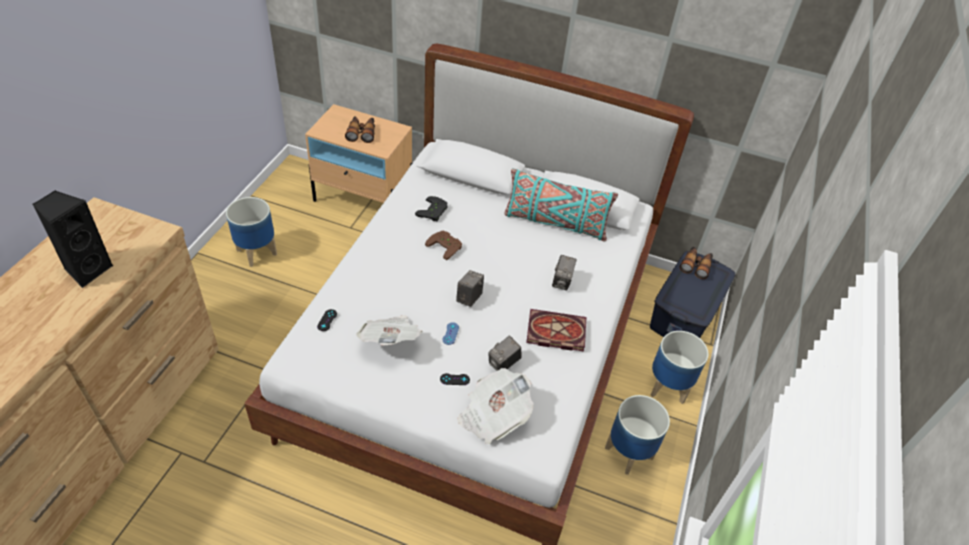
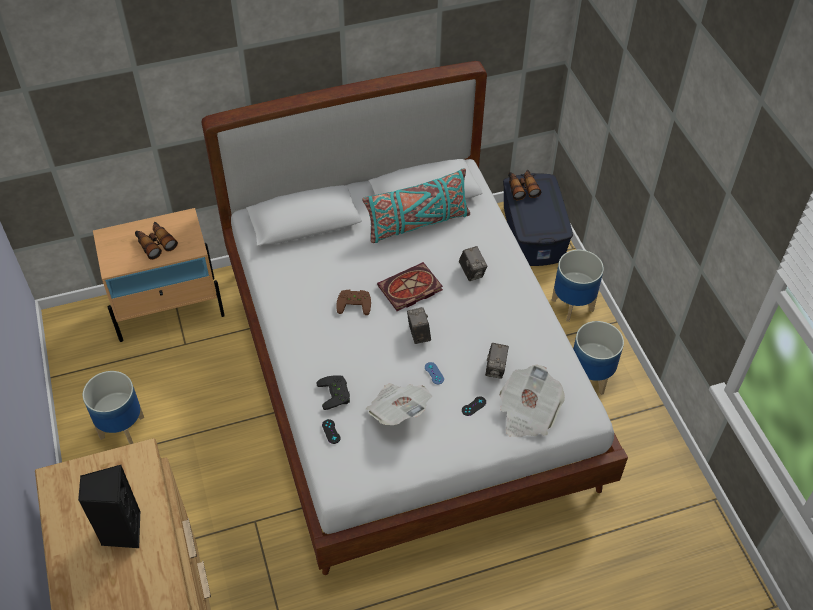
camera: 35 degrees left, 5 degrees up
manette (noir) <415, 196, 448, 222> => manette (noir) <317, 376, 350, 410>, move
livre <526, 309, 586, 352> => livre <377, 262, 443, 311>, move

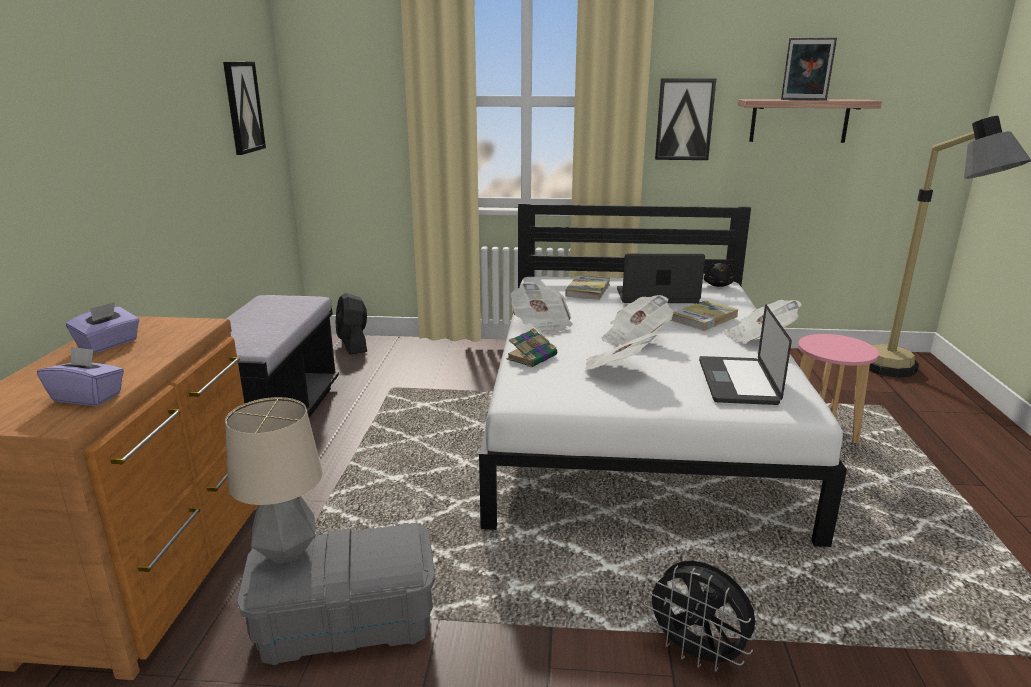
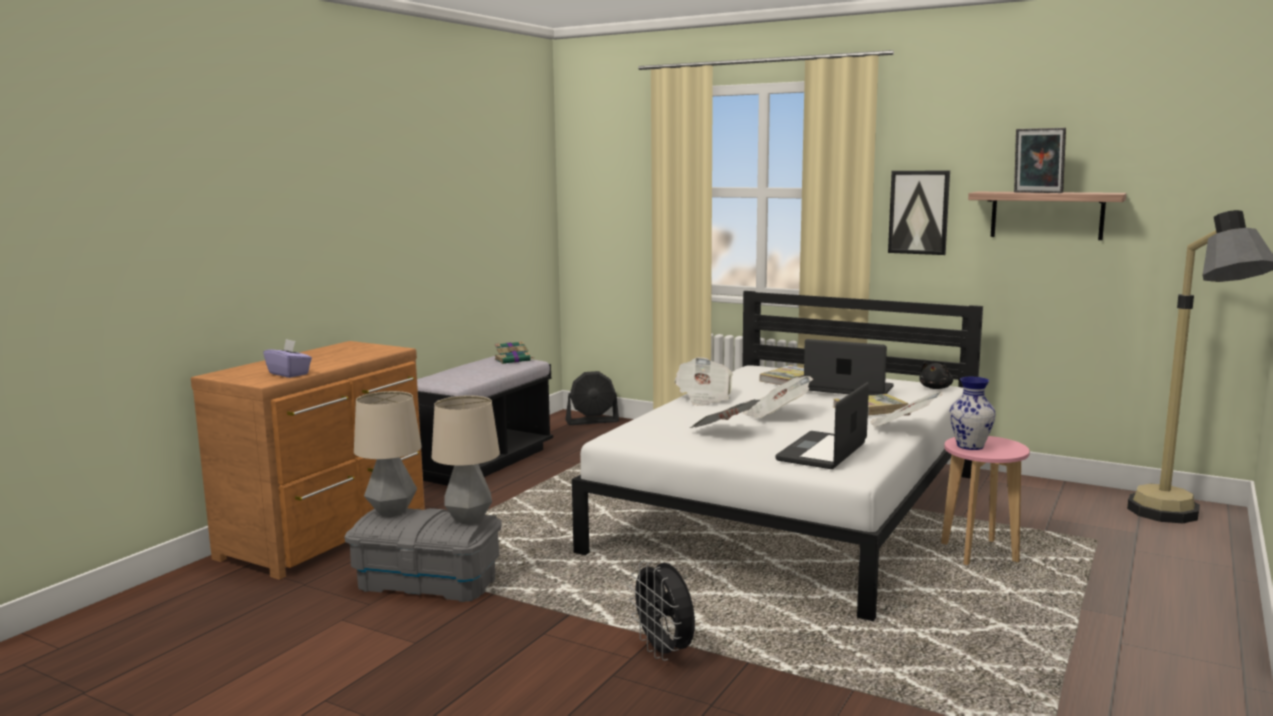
camera: 25 degrees right, 10 degrees down
boîte à mouchoirs (violet) <66, 302, 140, 353> => nothing
tableau <223, 62, 266, 155> => nothing
ventilateur (noir) <335, 293, 367, 355> => ventilateur (noir) <565, 371, 619, 425>, 105 degrees counterclockwise
livre <507, 328, 557, 368> => livre <495, 341, 533, 364>, move
nothing => lampe de table <431, 395, 500, 524>
nothing => vase <950, 377, 996, 450>

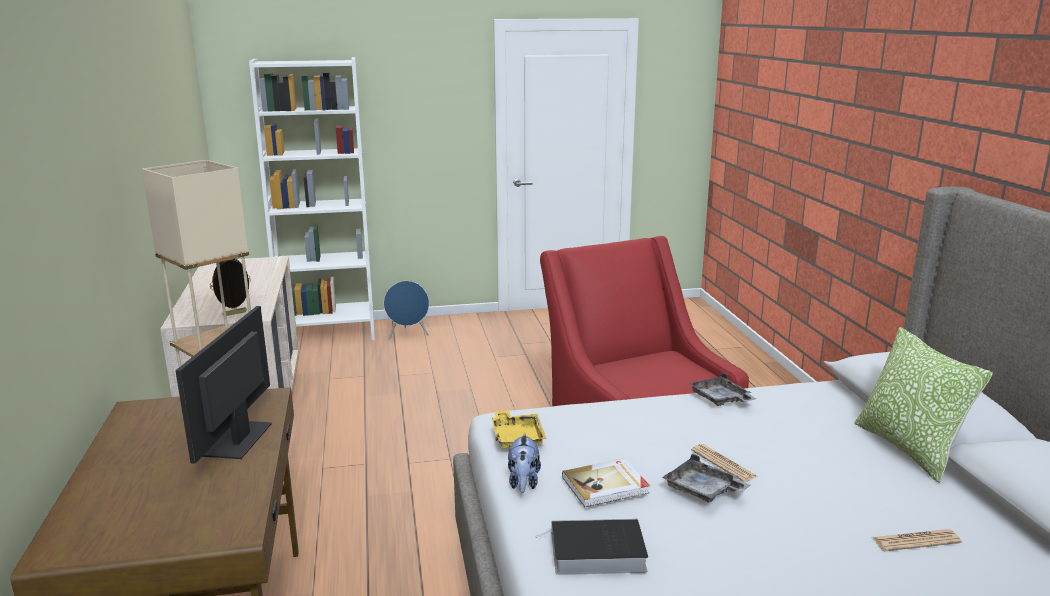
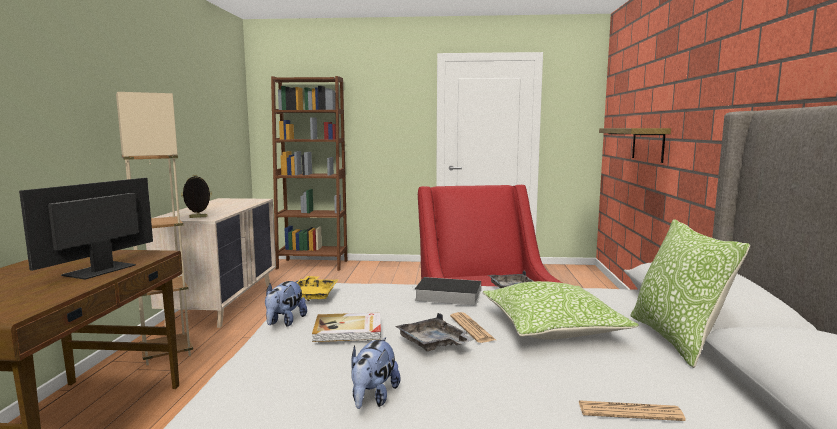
camera: 15 degrees right, 10 degrees down
bibliothèque (blanc) <249, 57, 375, 340> => bibliothèque (marron) <271, 76, 347, 271>
enceinte (bleu) <384, 281, 429, 340> => nothing
livre <535, 519, 648, 575> => livre <415, 277, 481, 305>, move
nothing => peluche <351, 337, 400, 409>
nothing => coussin <482, 281, 639, 339>
nothing => étagère <599, 128, 671, 163>

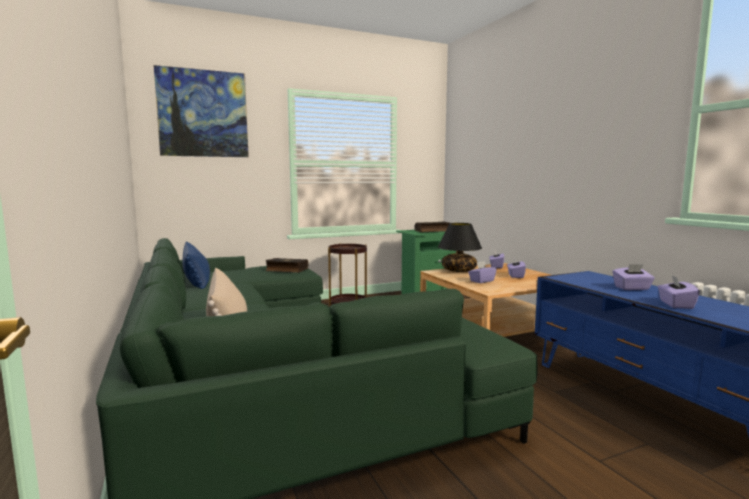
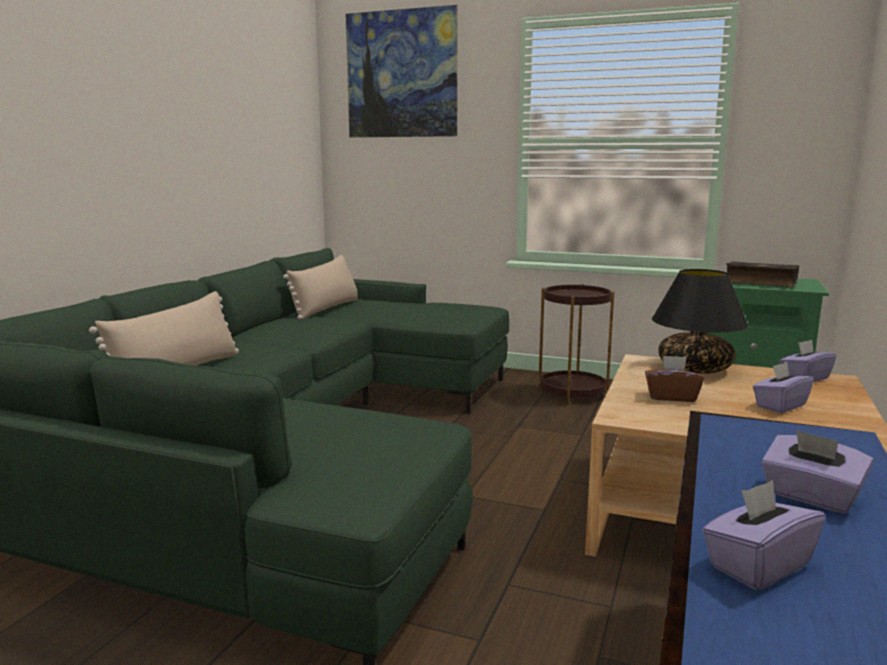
camera: 45 degrees right, 5 degrees up
coussin (bleu) <182, 241, 210, 289> => coussin (beige) <283, 255, 358, 319>
livre <266, 258, 308, 273> => nothing
boîte à mouchoirs (violet) <468, 261, 497, 283> => boîte à mouchoirs (marron) <645, 355, 704, 402>

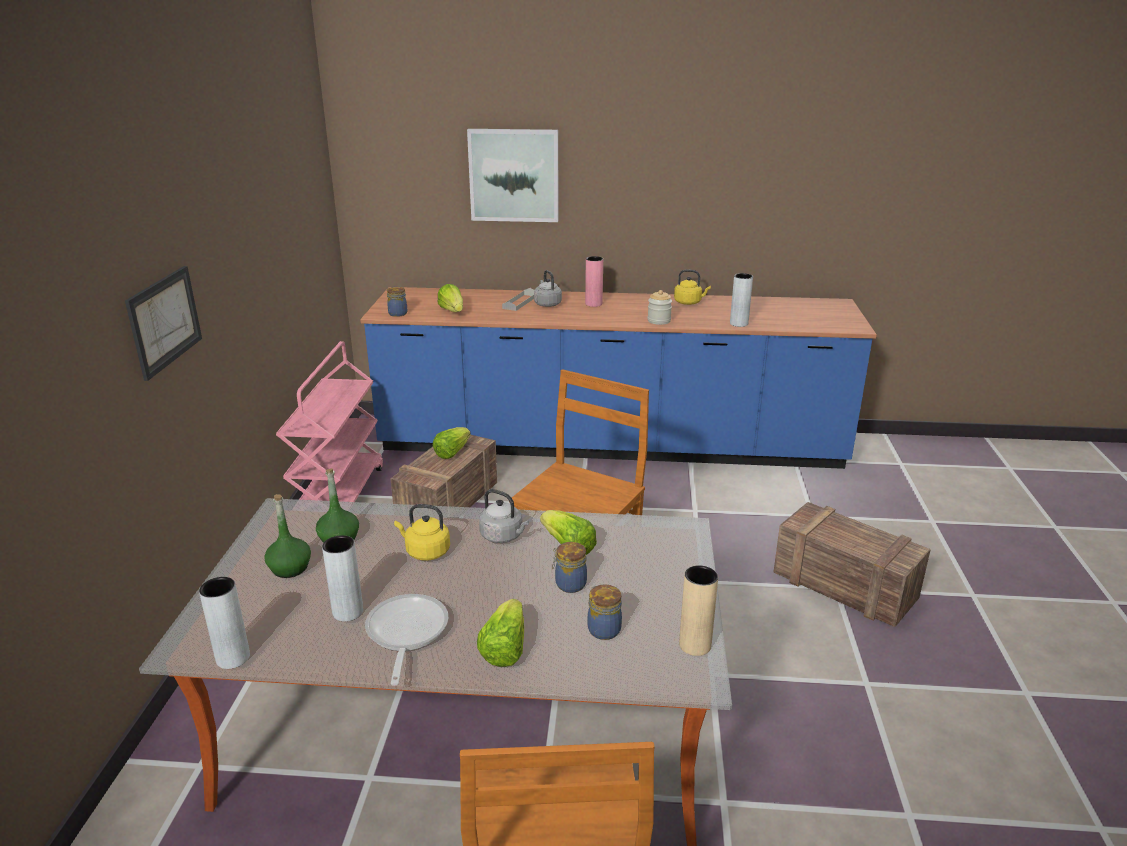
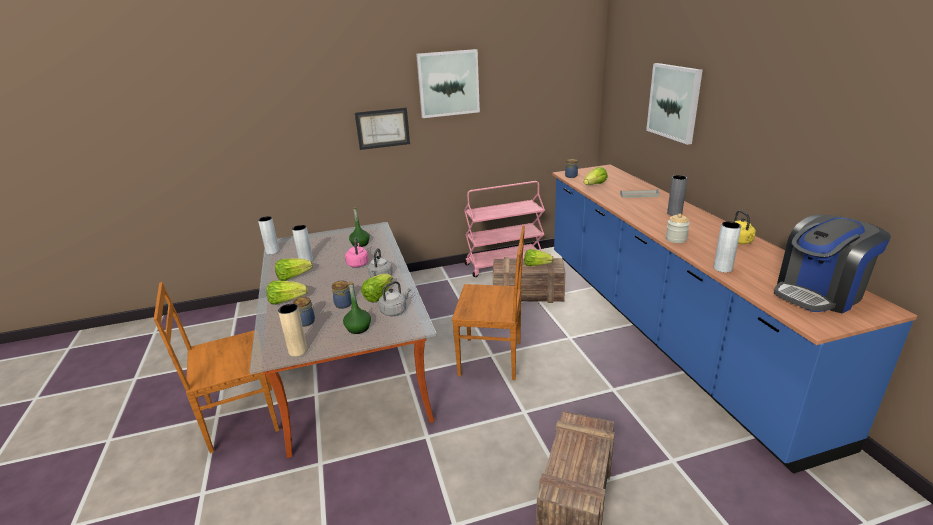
camera: 70 degrees right, 0 degrees up
bouteille (vert) <264, 494, 311, 578> => bouteille (vert) <343, 281, 371, 334>, move
poêle <365, 594, 449, 685> => laitue <275, 258, 312, 281>
bouilloire (jaune) <394, 504, 450, 561> => bouilloire (rose) <345, 237, 369, 267>
bouilloire (gris) <534, 270, 562, 307> => bouilloire (gris) <379, 281, 411, 316>, move
vase (rose) <585, 256, 603, 307> => vase (gris) <667, 175, 687, 216>
nothing => tableau <416, 49, 480, 118>
nothing => machine à café <774, 215, 891, 313>

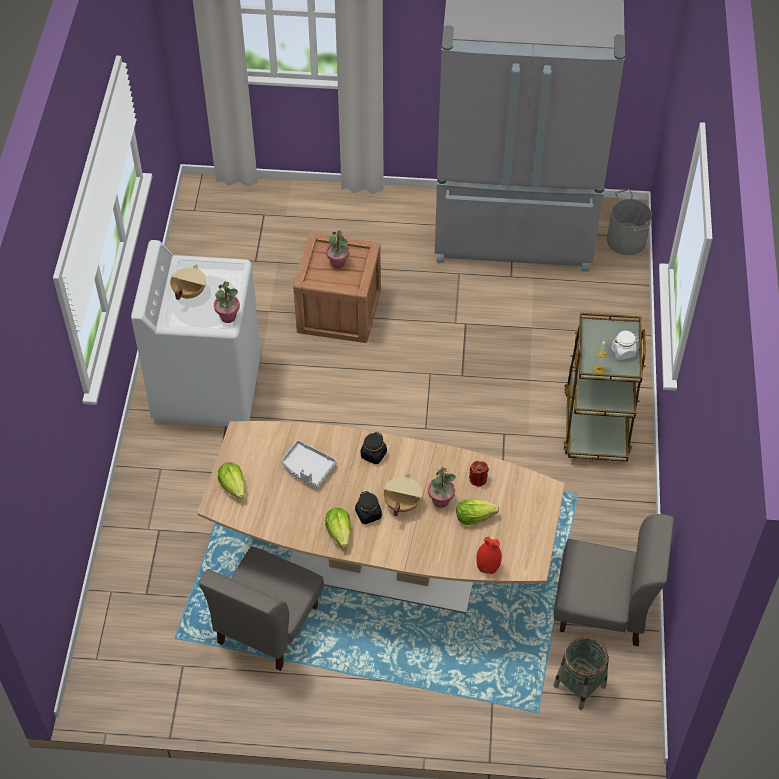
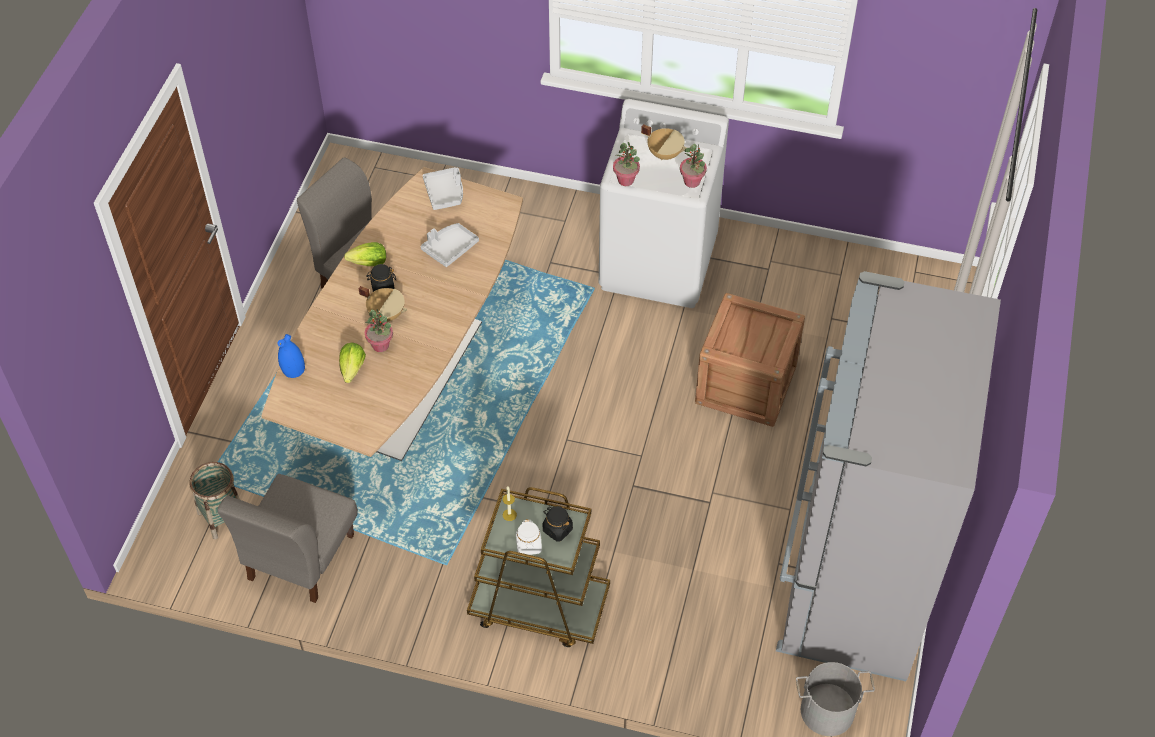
camera: 100 degrees right, 0 degrees up
laitue <218, 462, 245, 499> => plateau (gris) <423, 167, 463, 210>
plante en pot <326, 230, 350, 268> => plante en pot <680, 144, 707, 188>, move
bocal (noir) <361, 432, 387, 464> => bocal (noir) <543, 506, 573, 542>, move
bougie (rouge) <469, 461, 489, 487> => nothing
vase (rouge) <476, 537, 502, 574> => vase (bleu) <278, 334, 305, 378>

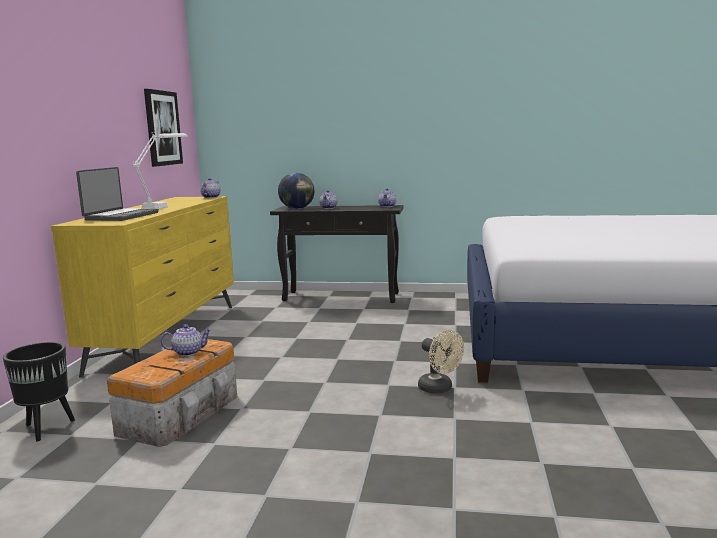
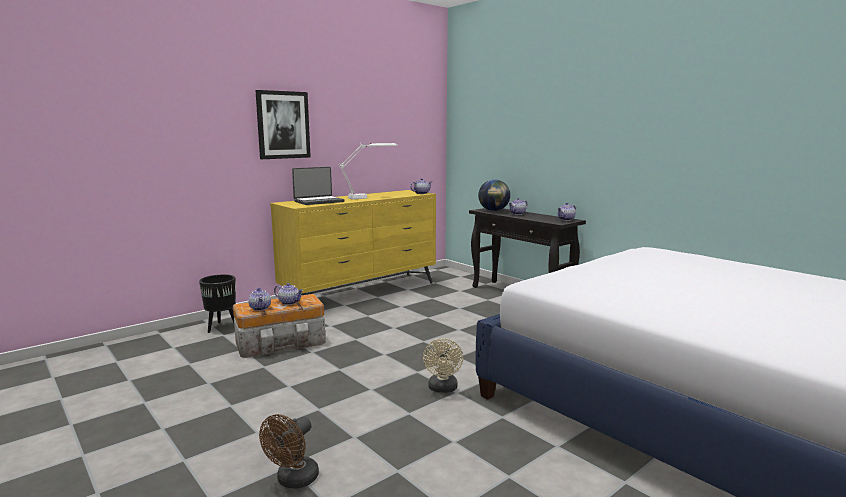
camera: 40 degrees right, 0 degrees up
tableau <144, 89, 183, 167> => tableau <255, 90, 311, 159>, move
nothing => théière <248, 288, 271, 311>
nothing => ventilateur (marron) <259, 414, 319, 489>

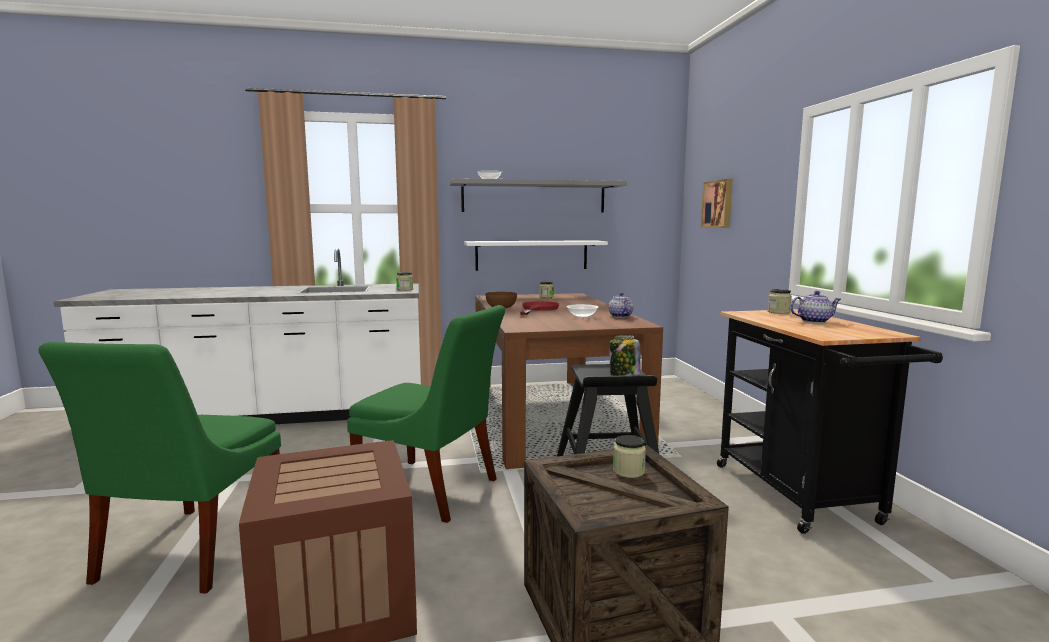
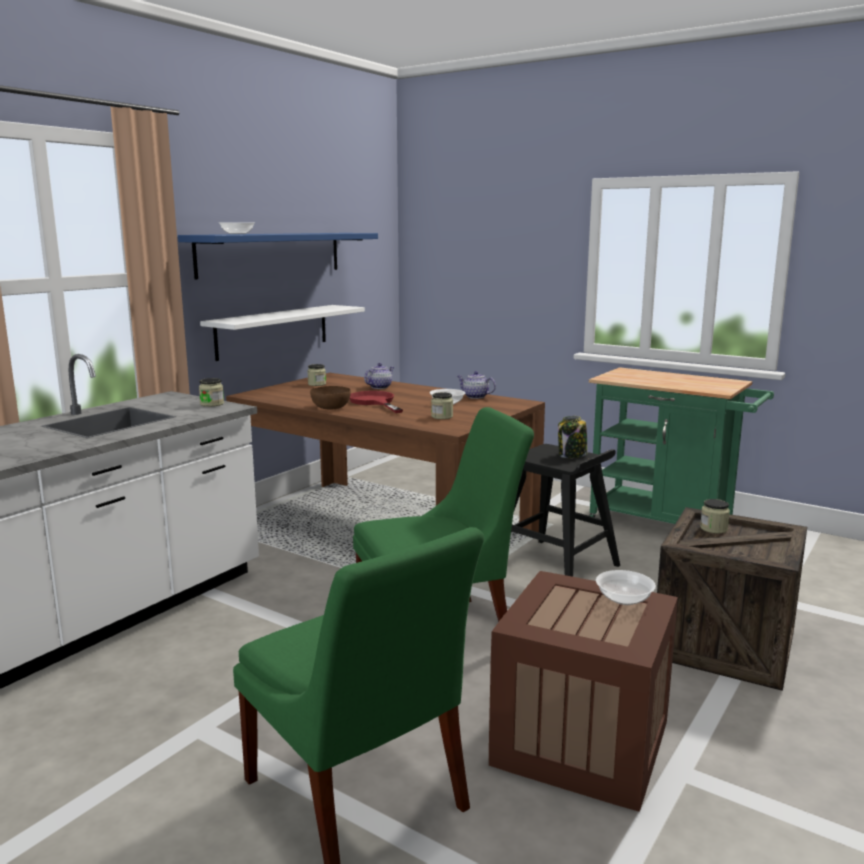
camera: 45 degrees left, 5 degrees up
étagère (gris) <450, 178, 627, 213> => étagère (bleu) <178, 233, 378, 280>
tableau <701, 179, 733, 228> => nothing
chariot (noir) <717, 309, 943, 534> => chariot (vert) <589, 367, 774, 524>
bocal <768, 289, 792, 314> => bocal <431, 392, 453, 419>, move
théière <790, 291, 841, 323> => théière <364, 363, 394, 389>, move
nothing => bol <596, 570, 656, 605>

